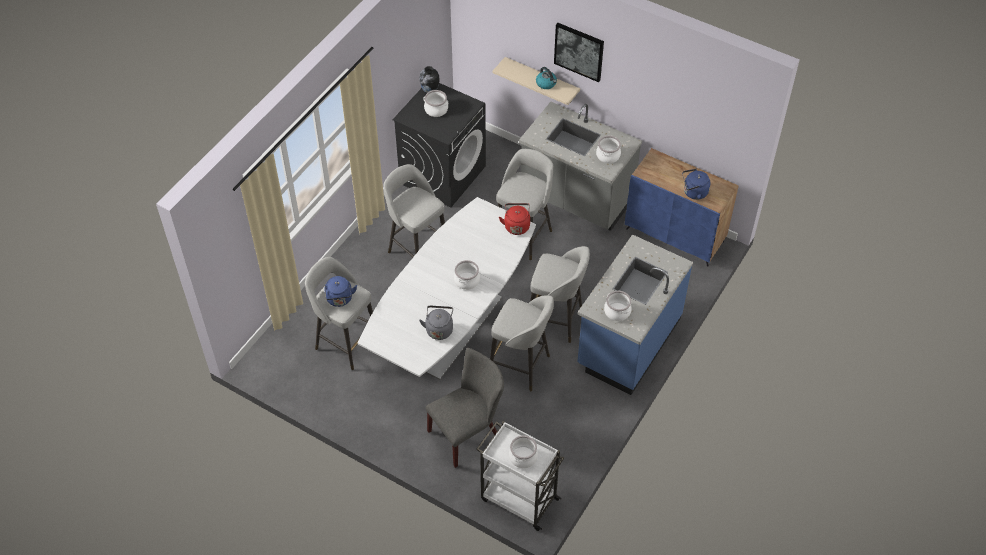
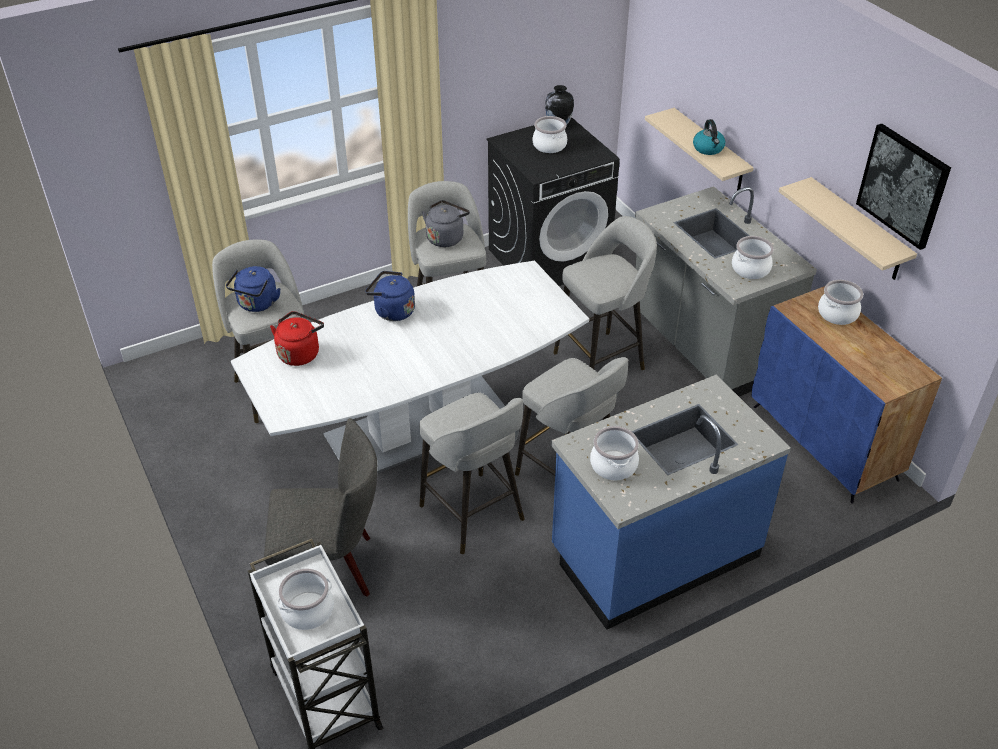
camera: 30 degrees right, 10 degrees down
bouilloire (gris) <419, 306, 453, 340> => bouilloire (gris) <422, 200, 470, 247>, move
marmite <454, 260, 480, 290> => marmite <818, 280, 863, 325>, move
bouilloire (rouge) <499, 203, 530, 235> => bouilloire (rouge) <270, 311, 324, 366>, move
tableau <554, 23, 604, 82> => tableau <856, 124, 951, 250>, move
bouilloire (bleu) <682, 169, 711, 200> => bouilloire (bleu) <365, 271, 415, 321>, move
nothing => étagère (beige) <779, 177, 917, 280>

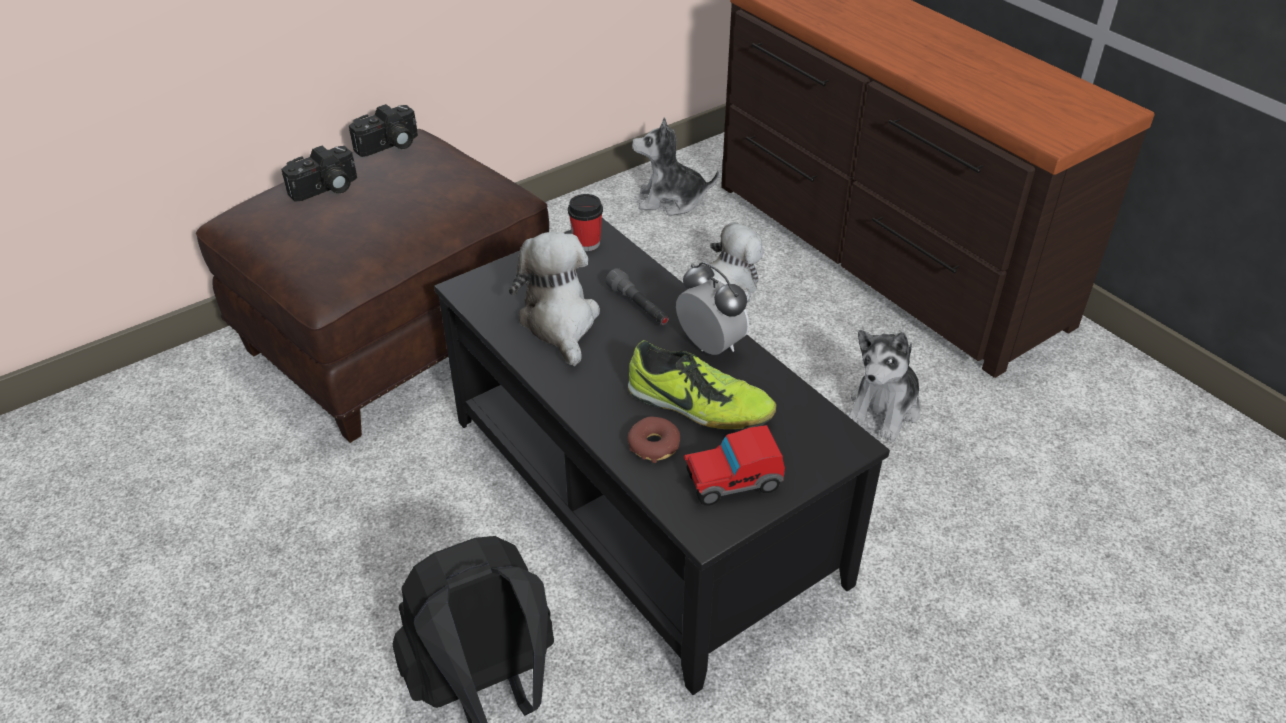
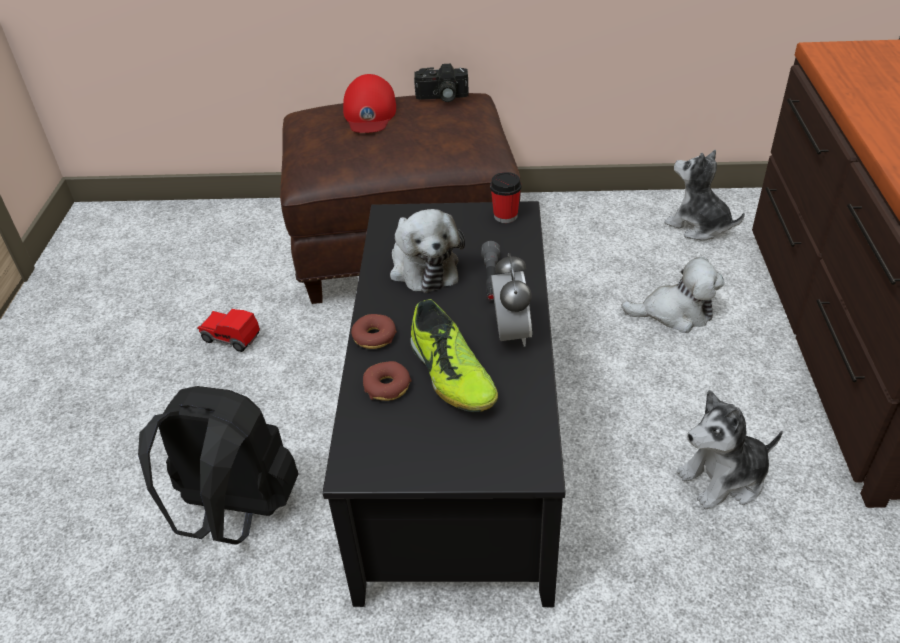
camera: 40 degrees right, 0 degrees up
appareil photo <281, 146, 357, 202> => casquette (rouge) <343, 74, 396, 133>
peluche <509, 232, 600, 366> => peluche <390, 209, 465, 293>, 135 degrees clockwise
petite voiture <684, 425, 785, 506> => petite voiture <197, 309, 260, 352>, move
nothing => beignet <351, 314, 397, 349>

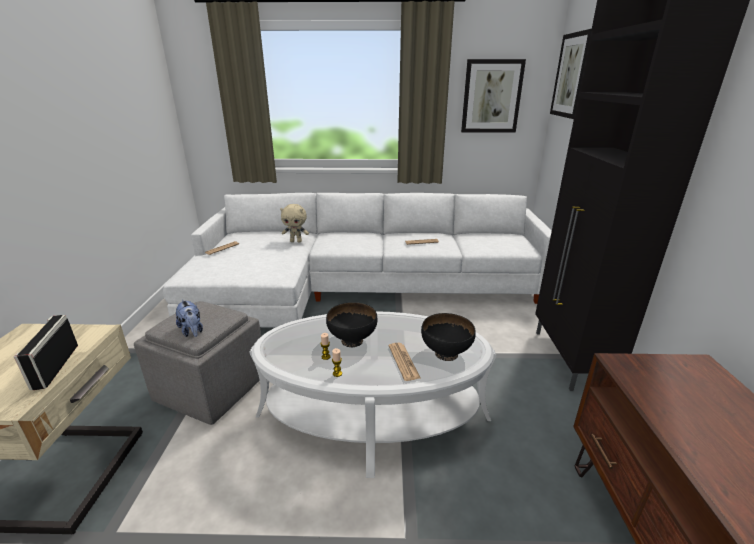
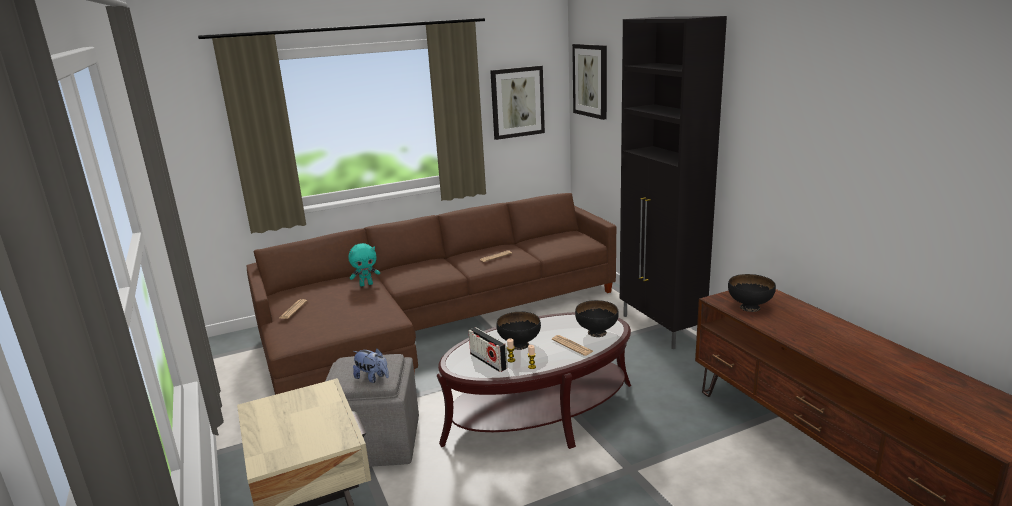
camera: 25 degrees left, 5 degrees down
radio <14, 315, 78, 390> => radio <469, 327, 507, 372>, move
canapé (blanc) <163, 193, 552, 328> => canapé (marron) <247, 193, 616, 395>
table basse (blanc) <249, 311, 497, 478> => table basse (marron) <437, 312, 631, 449>
peluche (beige) <280, 204, 309, 243> => peluche (turquoise) <348, 243, 380, 287>
nothing => bol (noir) <728, 274, 776, 312>

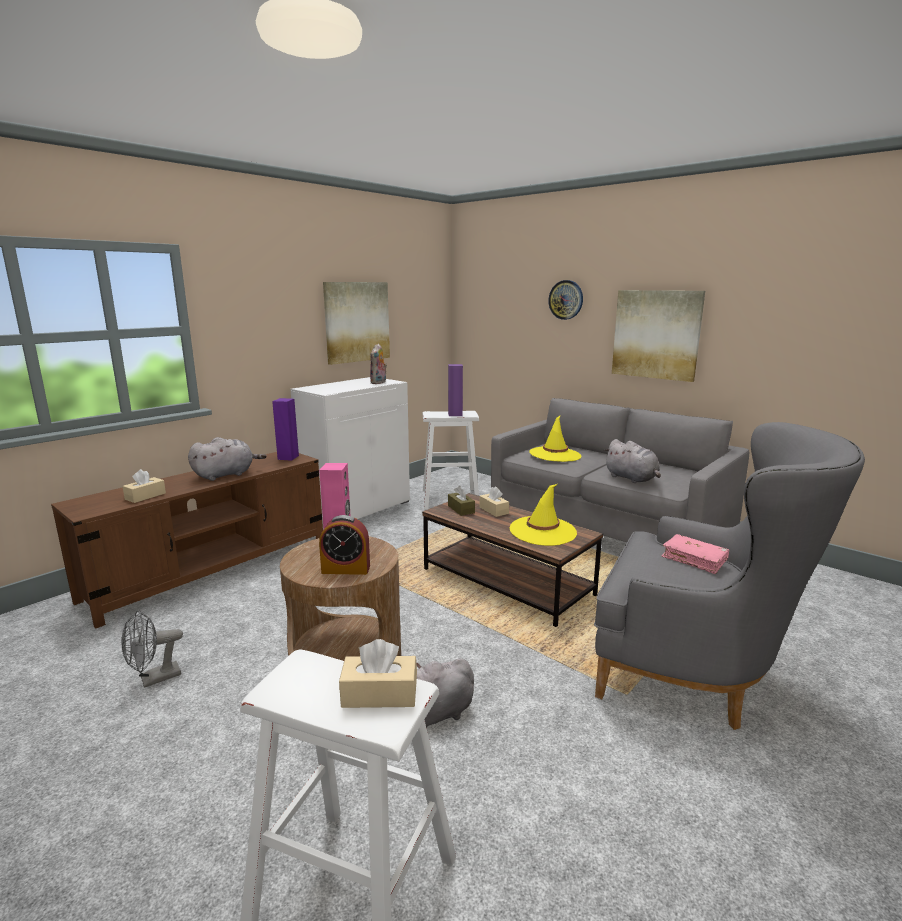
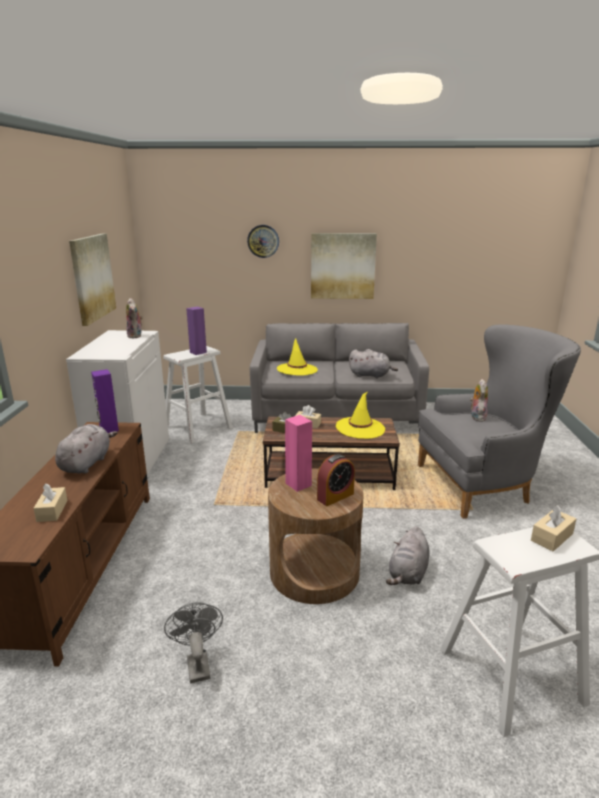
camera: 40 degrees left, 5 degrees up
ventilateur (gris) <122, 610, 183, 688> => ventilateur (gris) <164, 602, 223, 683>, 150 degrees clockwise
livre (rose) <661, 534, 729, 574> => peluche <470, 379, 488, 422>

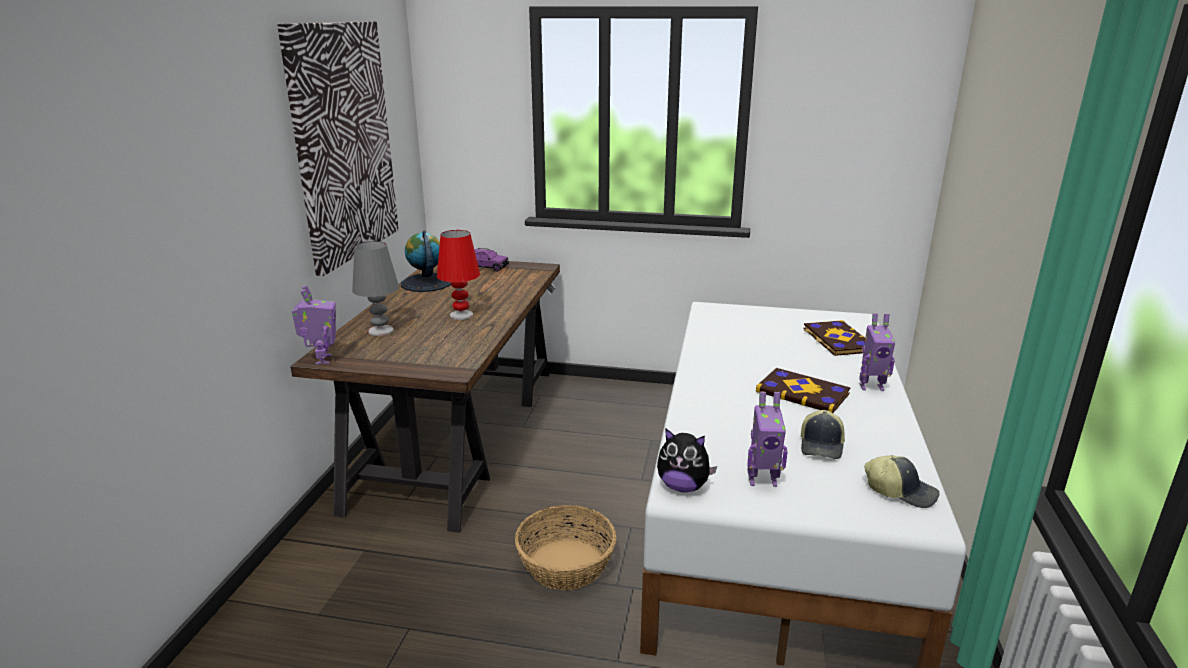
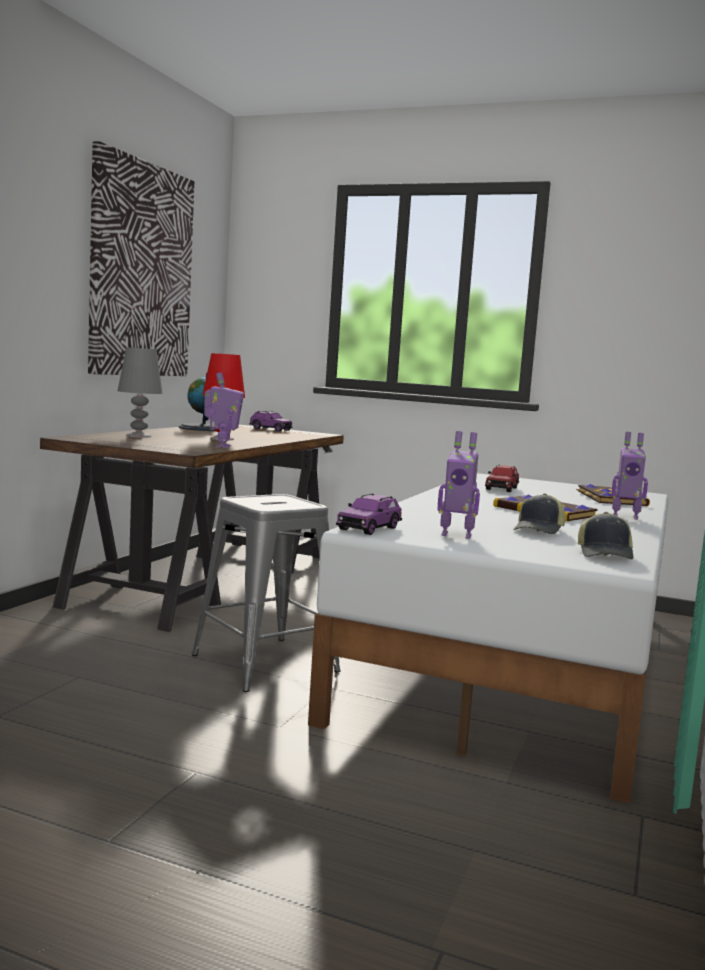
camera: 10 degrees right, 15 degrees down
robot jouet <292, 285, 336, 365> => robot jouet <204, 373, 244, 448>, move
panier <515, 505, 616, 590> => tabouret (gris) <192, 494, 341, 692>
peluche <657, 428, 717, 492> => petite voiture (violet) <336, 494, 402, 535>
casquette <864, 455, 940, 508> => casquette <578, 512, 633, 559>, 60 degrees clockwise
nothing => petite voiture (rouge) <485, 465, 519, 492>

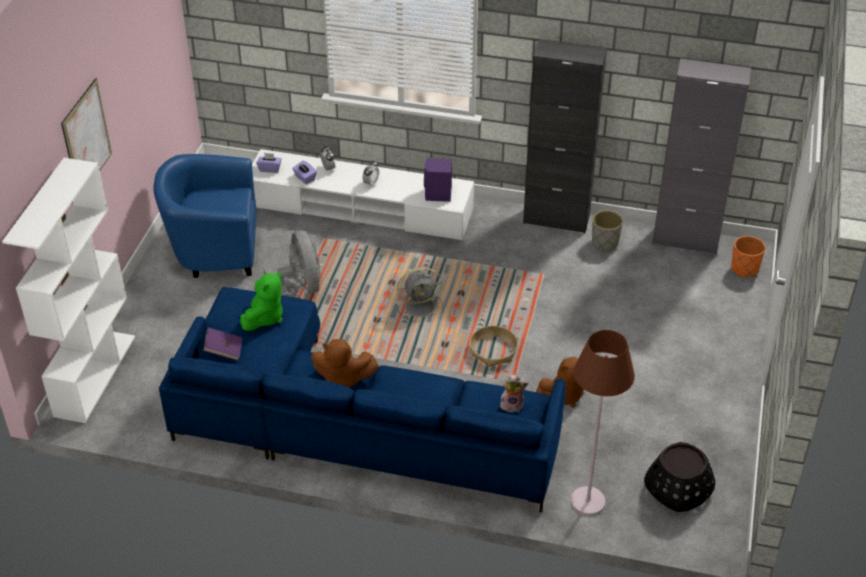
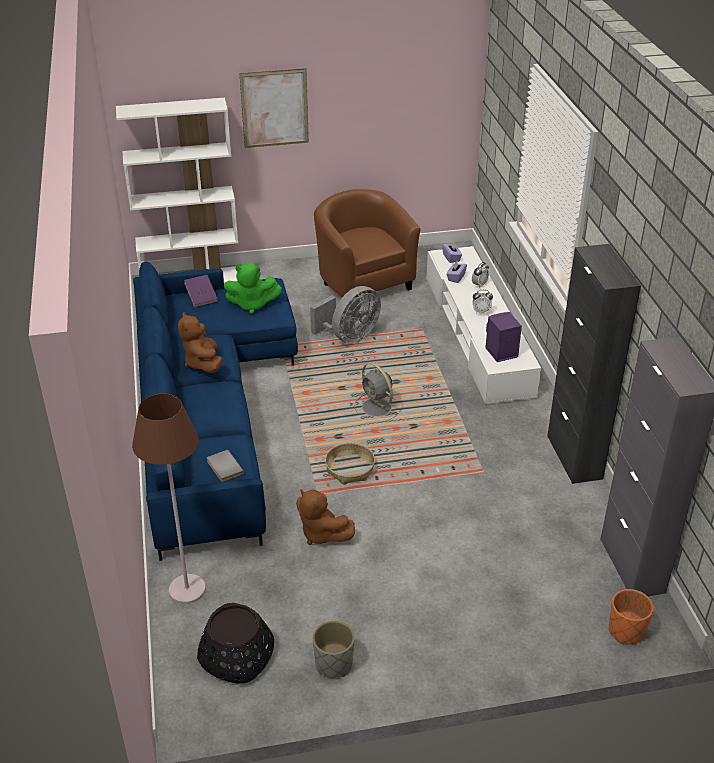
camera: 65 degrees right, 5 degrees down
fauteuil (bleu) <153, 154, 257, 278> => fauteuil (marron) <314, 189, 420, 298>
peluche <500, 375, 529, 413> => livre (gris) <207, 450, 244, 482>
cache-pot (gris) <592, 210, 623, 252> => cache-pot (gris) <313, 621, 355, 678>, move

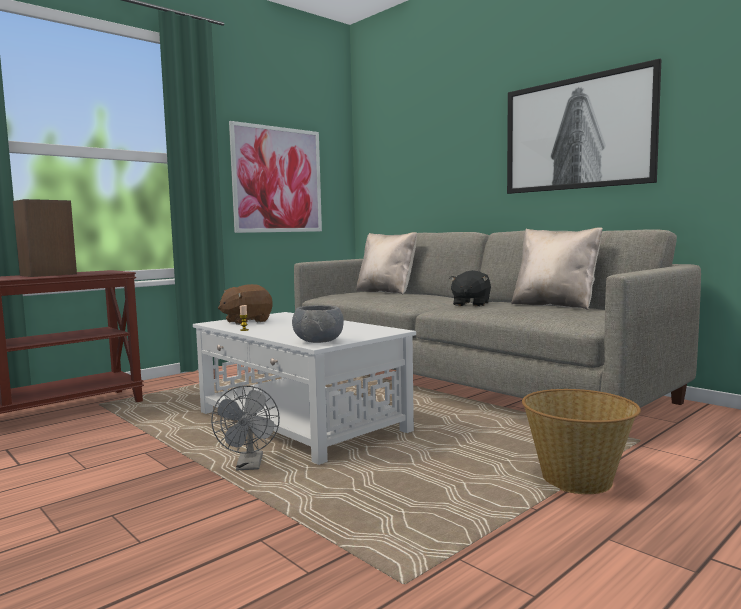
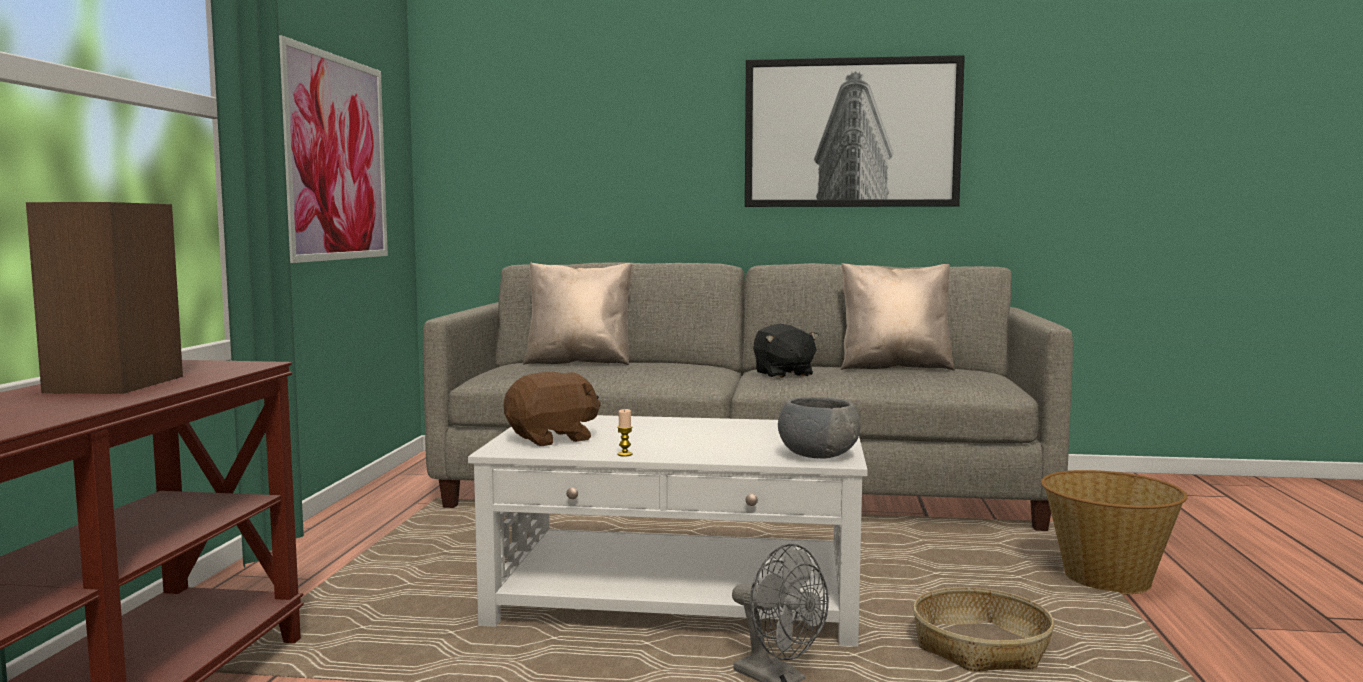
camera: 40 degrees left, 0 degrees up
peluche (marron) <218, 284, 273, 325> => peluche (marron) <504, 372, 601, 446>, 135 degrees counterclockwise
nothing => panier <913, 587, 1054, 672>

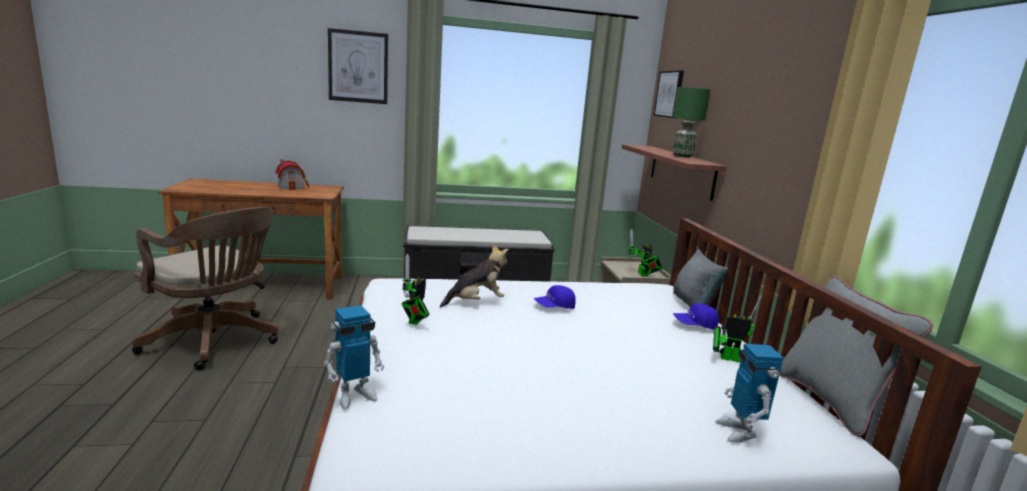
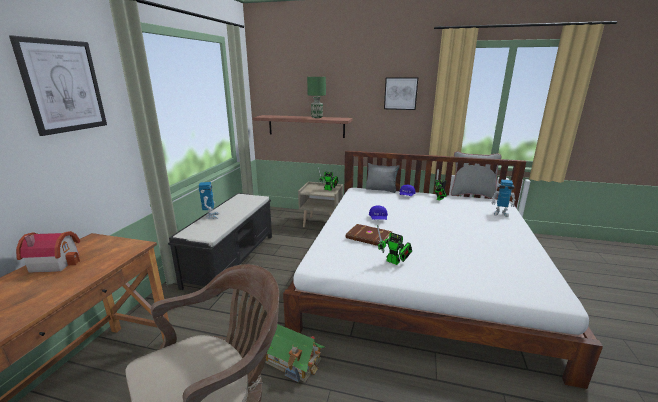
camera: 65 degrees left, 5 degrees up
robot jouet <324, 305, 384, 410> => robot jouet <199, 182, 219, 219>, move
peluche <440, 244, 509, 308> => livre (marron) <346, 224, 392, 246>
tableau <654, 71, 684, 118> => tableau <384, 77, 418, 110>, move
nothing => maison miniature <265, 324, 325, 382>

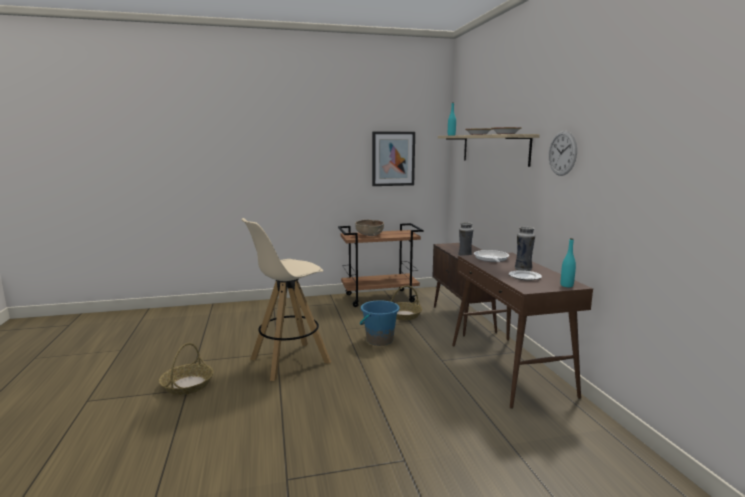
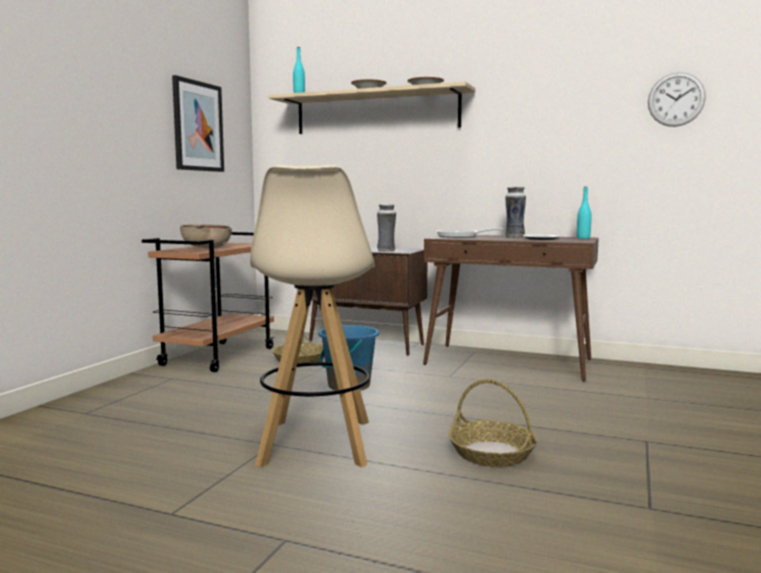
camera: 55 degrees left, 5 degrees down
panier <159, 343, 214, 395> => panier <448, 379, 538, 467>, move
horloge murale <549, 130, 577, 176> => horloge murale <648, 72, 706, 127>, move

